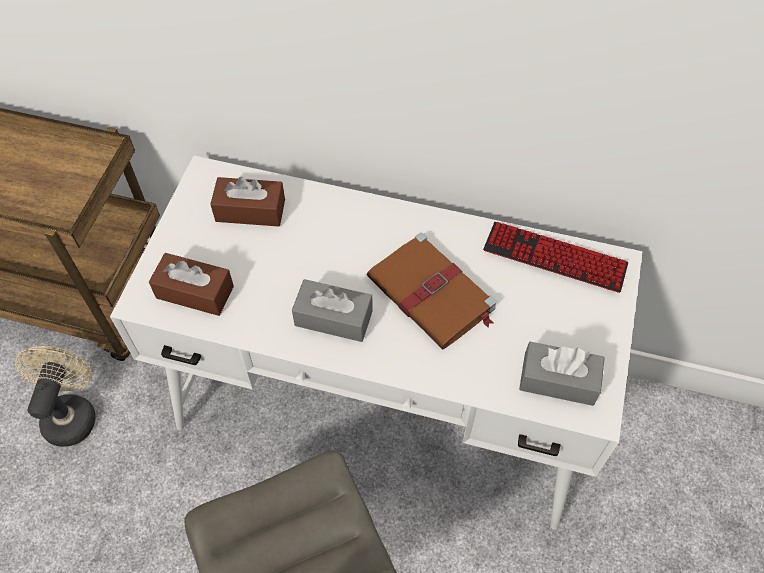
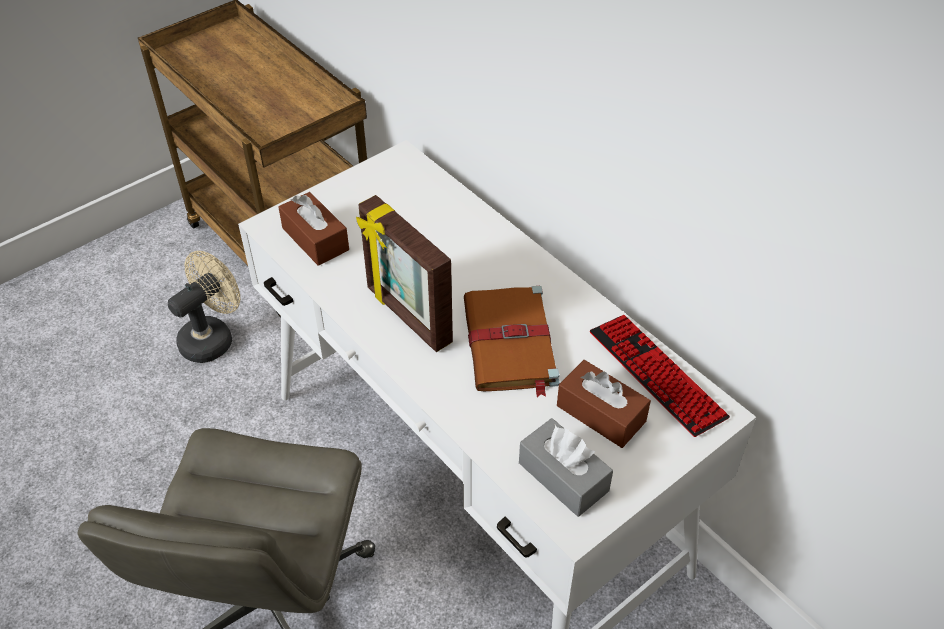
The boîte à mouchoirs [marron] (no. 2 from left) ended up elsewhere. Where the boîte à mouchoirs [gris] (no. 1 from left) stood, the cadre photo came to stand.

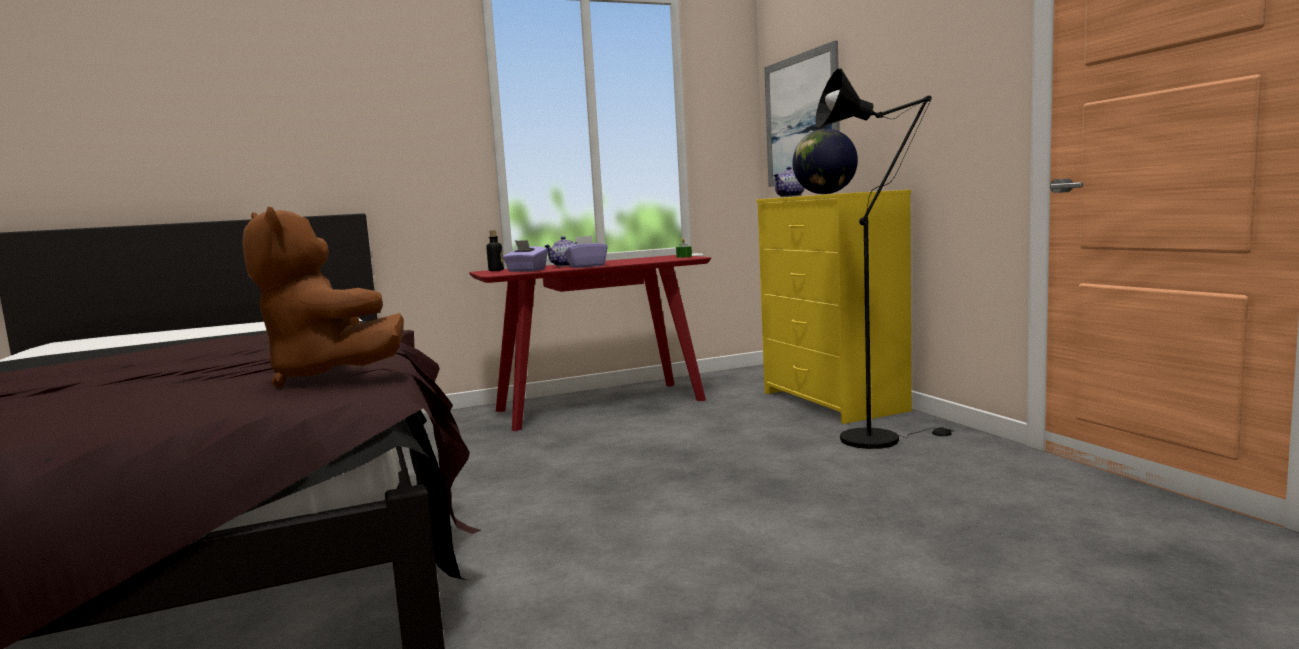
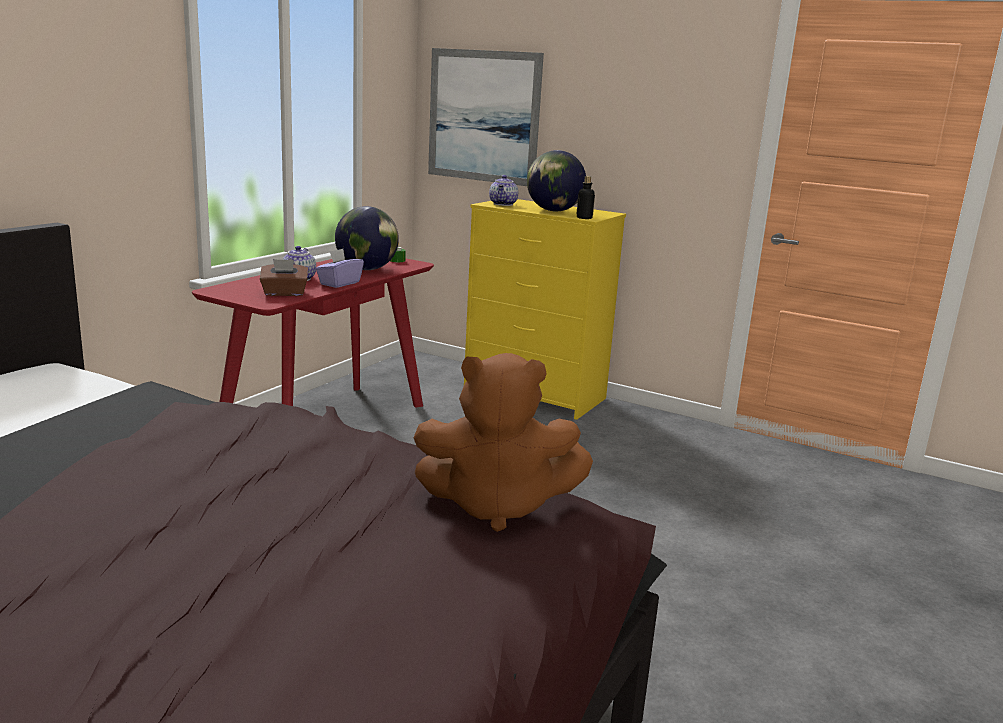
The second view lost the lampadaire [noir]. The bouteille ended up elsewhere. What was the boîte à mouchoirs [violet] (no. 1 from left) turned into the boîte à mouchoirs [marron]. The second view gained the globe (no. 1 from left).

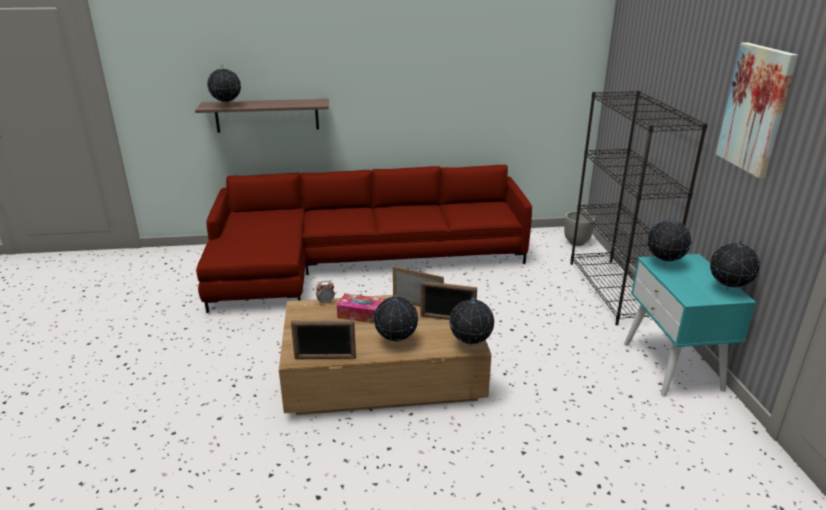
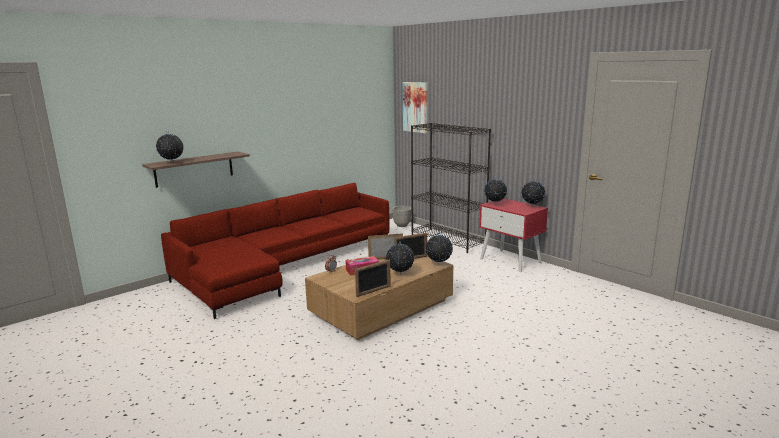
The tableau ended up elsewhere. What was the table de chevet [turquoise] turned into the table de chevet [rouge].

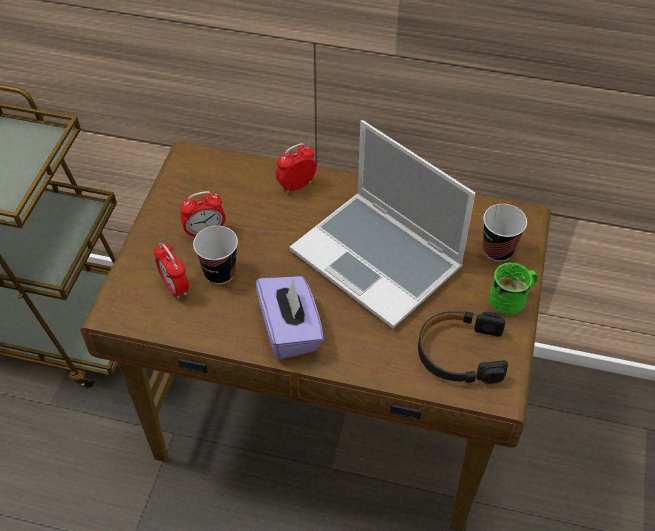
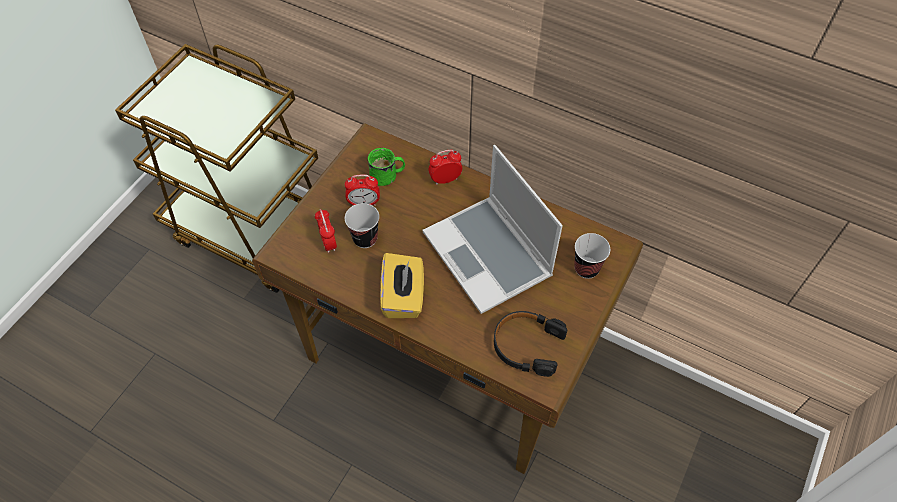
The mug [vert] ended up elsewhere. What was the boîte à mouchoirs [violet] turned into the boîte à mouchoirs [jaune].

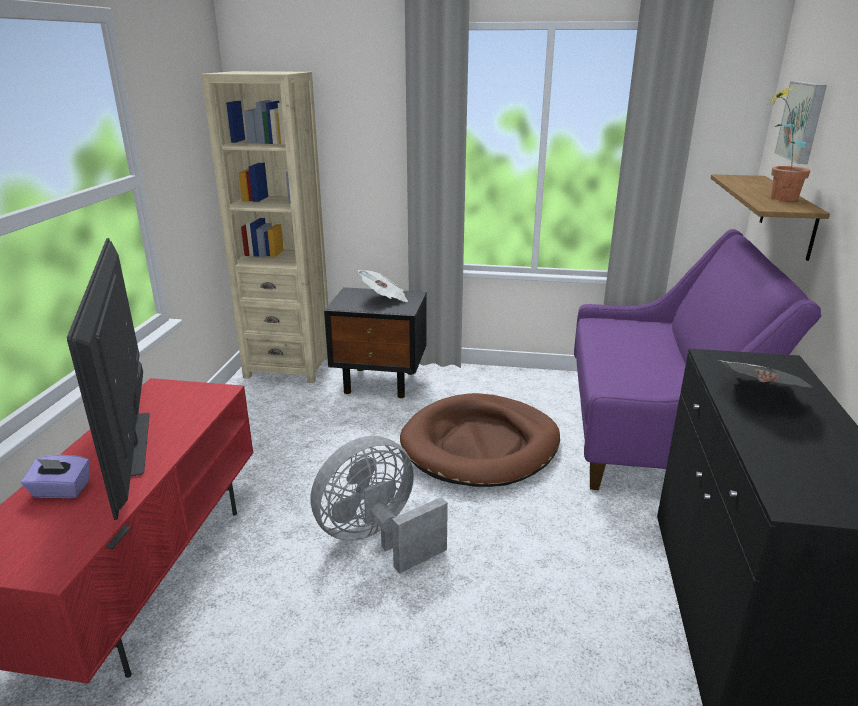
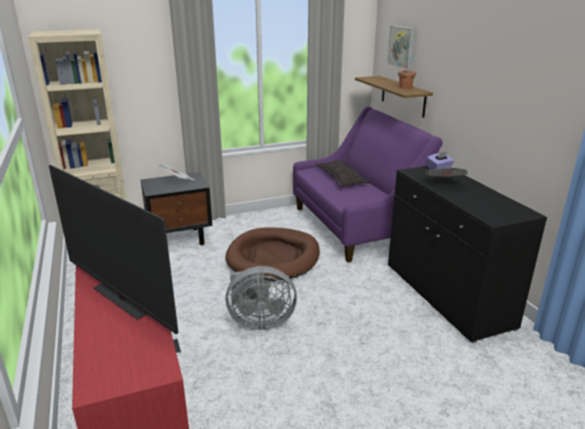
The ventilateur [gris] ended up facing another way, 120 degrees counterclockwise from before. The boîte à mouchoirs [violet] ended up elsewhere. The second view gained the coussin.

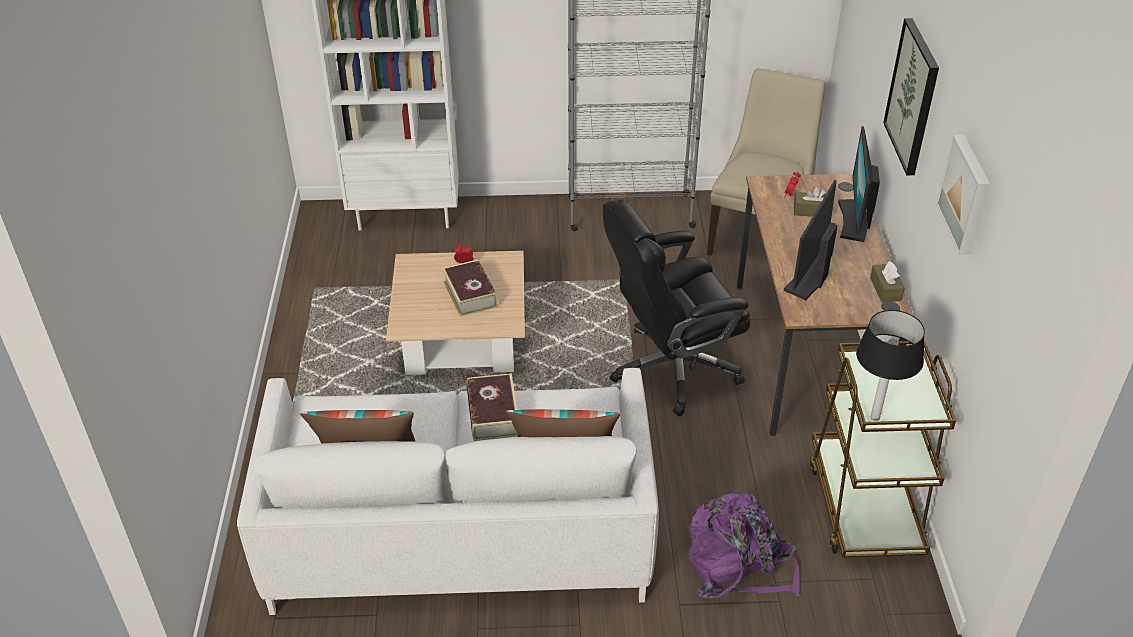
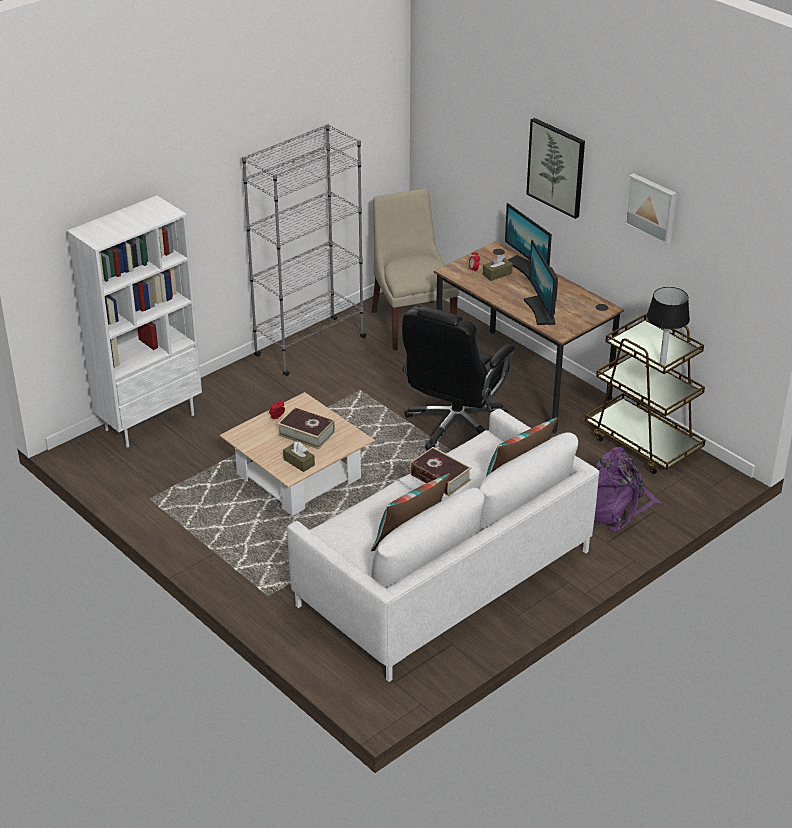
The boîte à mouchoirs [marron] (no. 2 from left in the first image) ended up elsewhere.

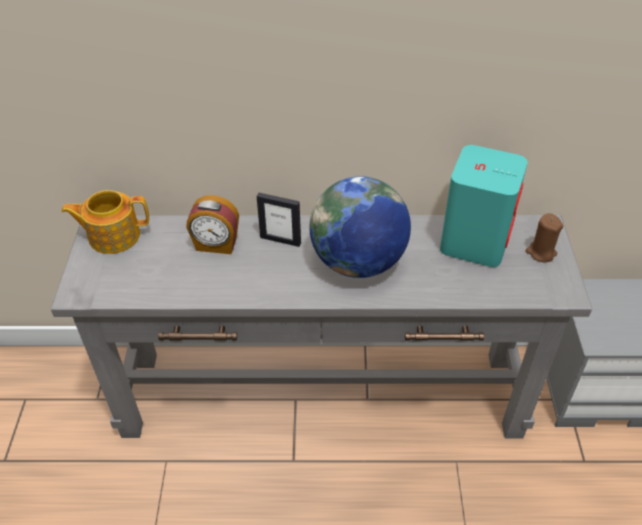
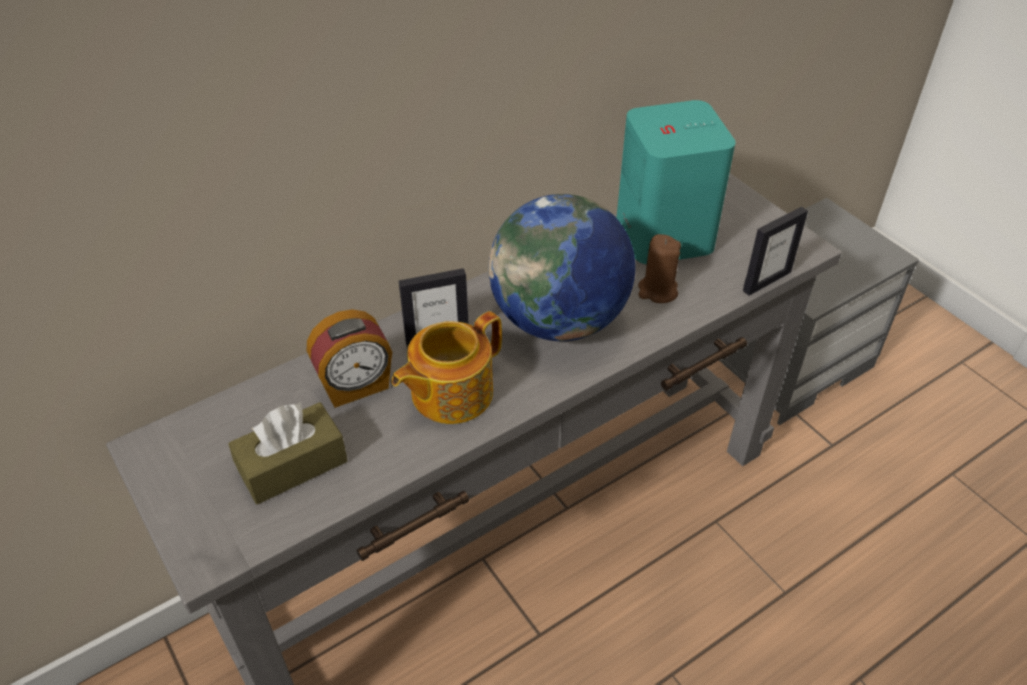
The théière ended up elsewhere. The bougie [marron] ended up elsewhere. The second view gained the cadre photo (no. 2 from left). The second view gained the boîte à mouchoirs [marron].

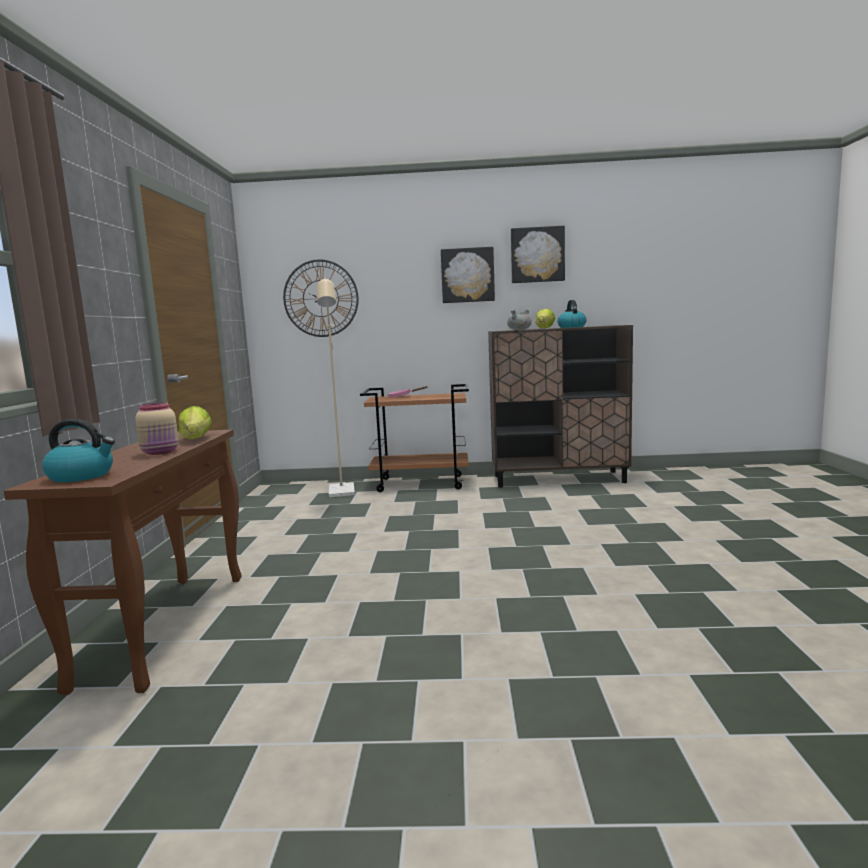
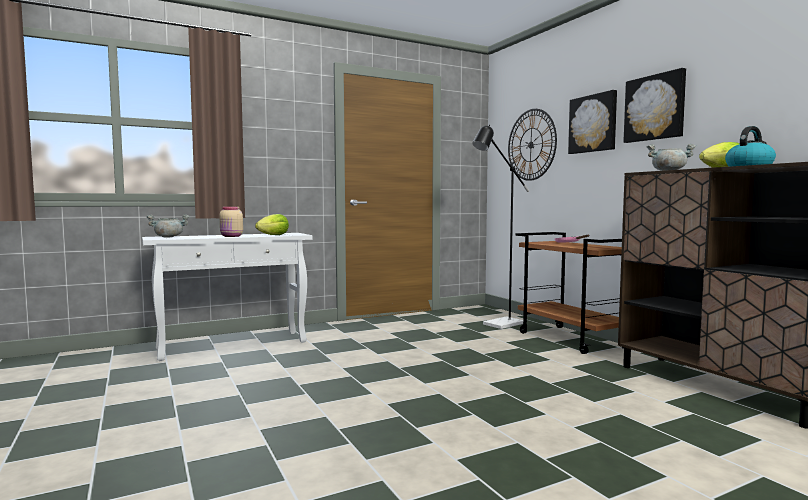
The tableau (no. 2 from left in the first image) ended up elsewhere. What was the lampadaire [beige] turned into the lampadaire [noir]. Where the bouilloire (no. 1 from left) stood, the marmite [gris] (no. 1 from left) came to stand. What was the table console [marron] turned into the table console [blanc].

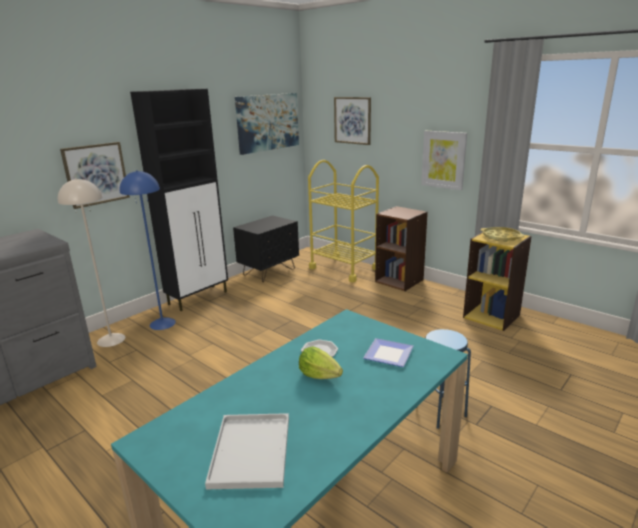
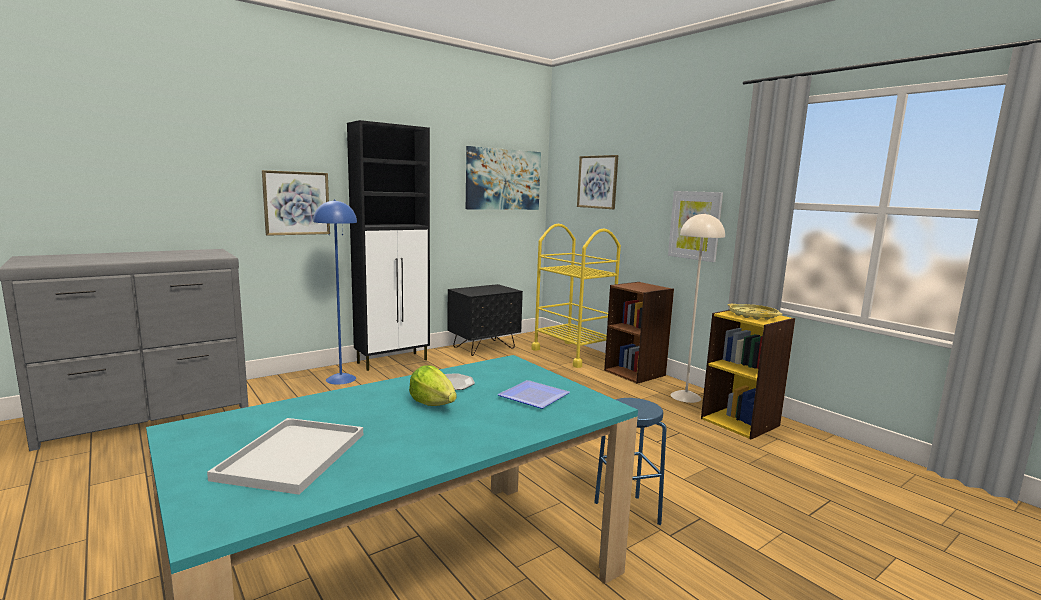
The lampadaire [beige] ended up elsewhere.

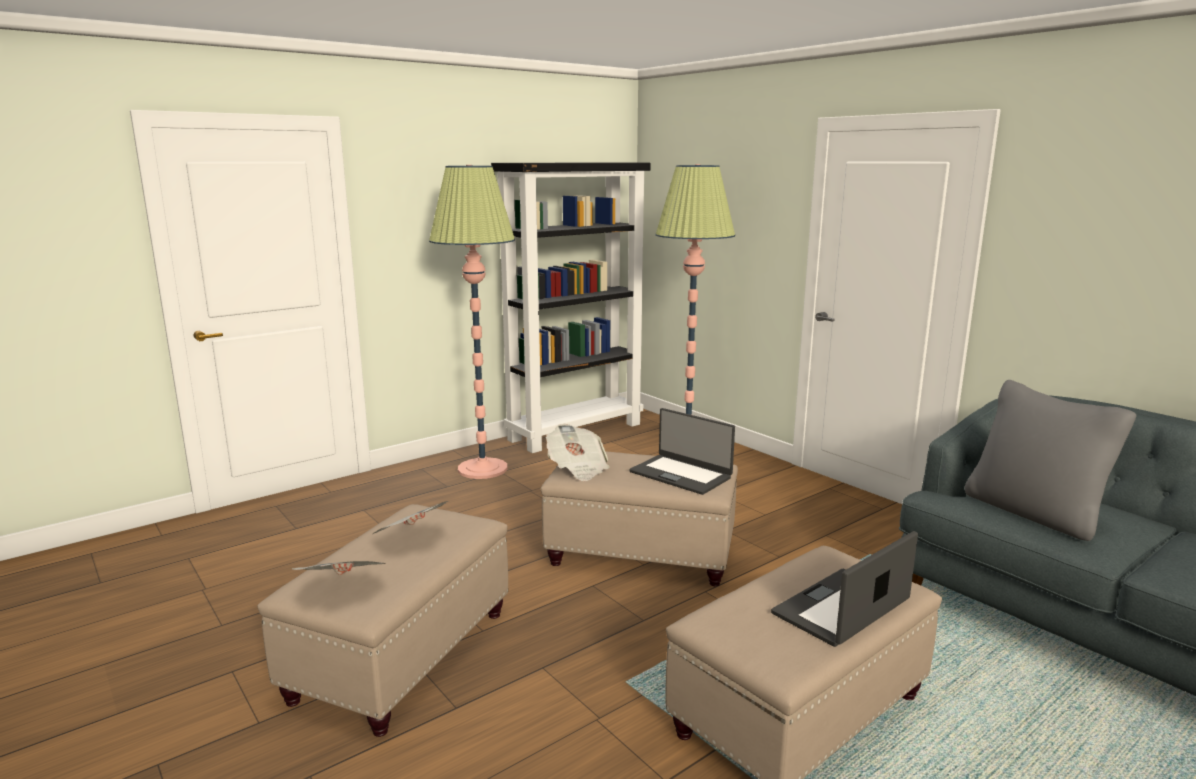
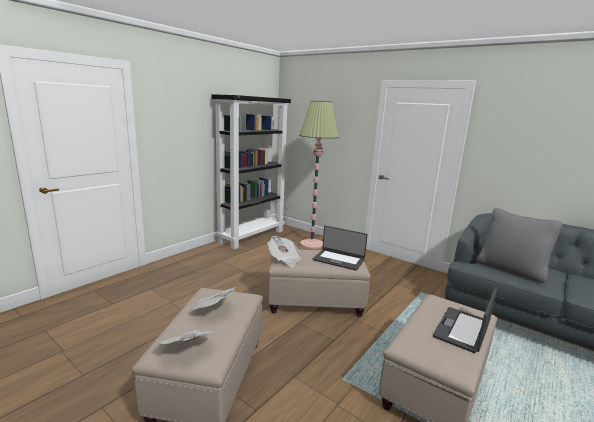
The second view lost the lampadaire (no. 1 from left).

